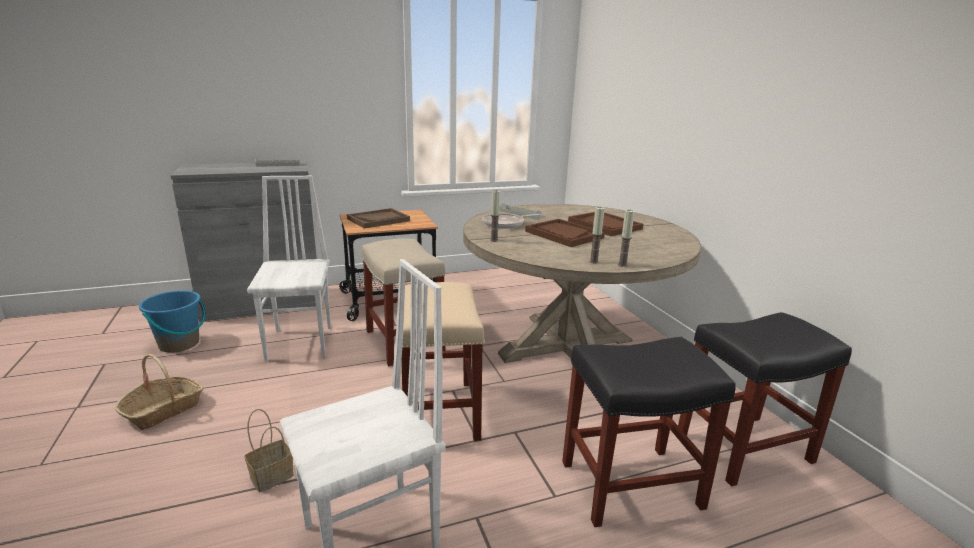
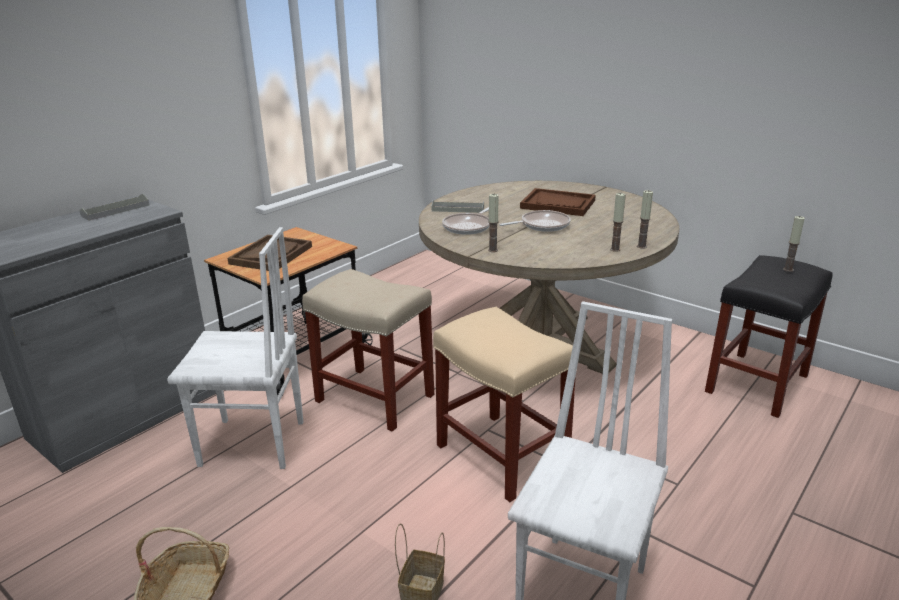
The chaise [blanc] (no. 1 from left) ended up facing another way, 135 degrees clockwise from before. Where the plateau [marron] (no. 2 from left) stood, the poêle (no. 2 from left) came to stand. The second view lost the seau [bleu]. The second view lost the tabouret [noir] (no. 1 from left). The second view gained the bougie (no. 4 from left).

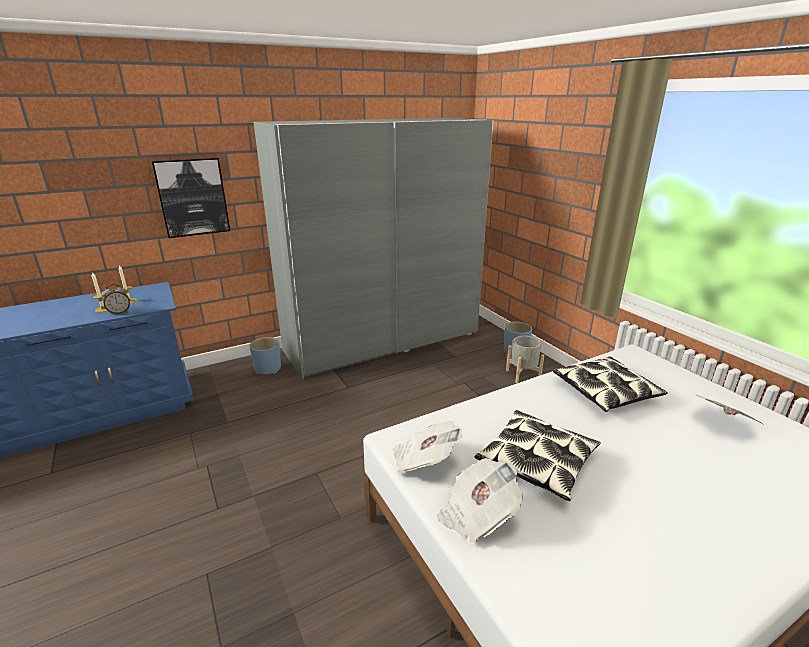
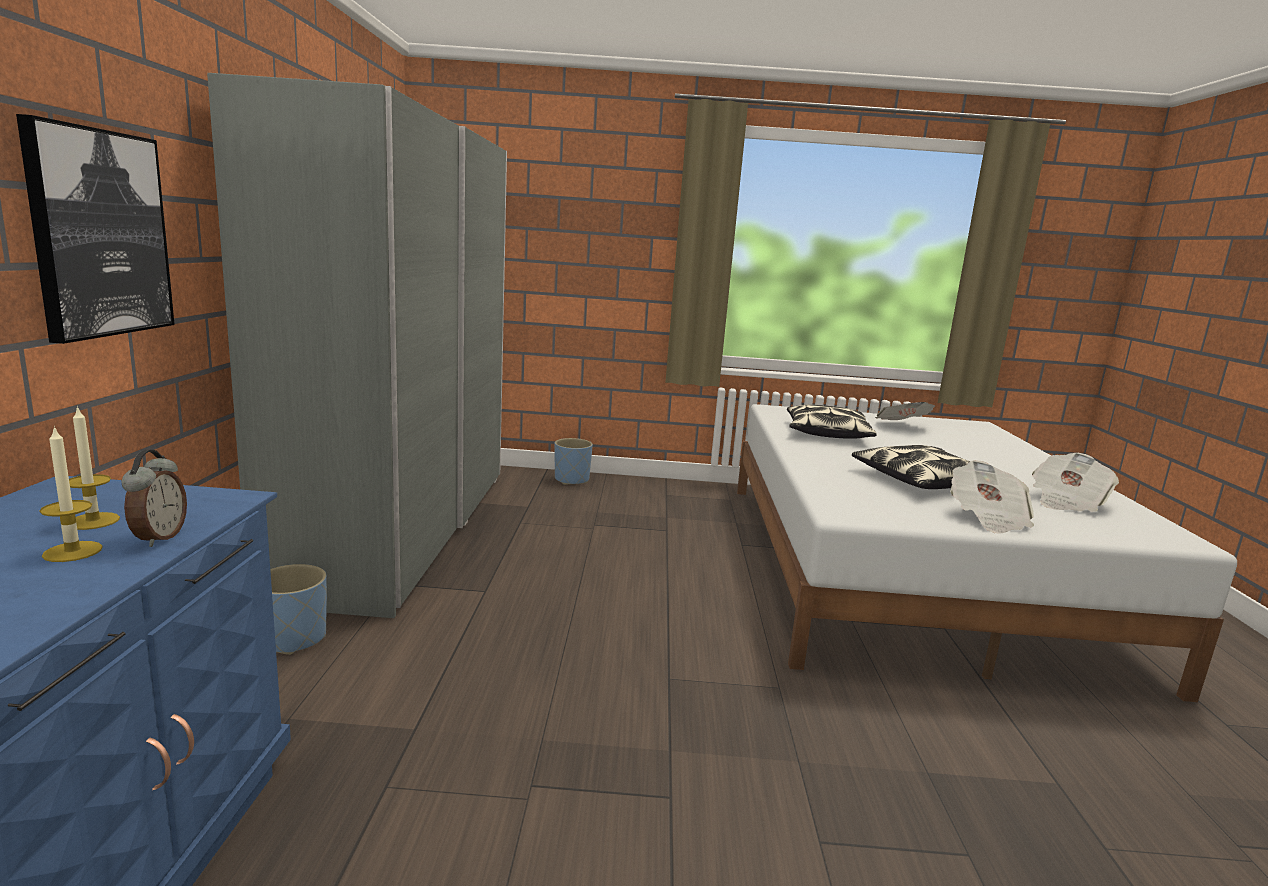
The second view lost the cache-pot [gris]. The journal (no. 1 from left in the first image) ended up elsewhere.

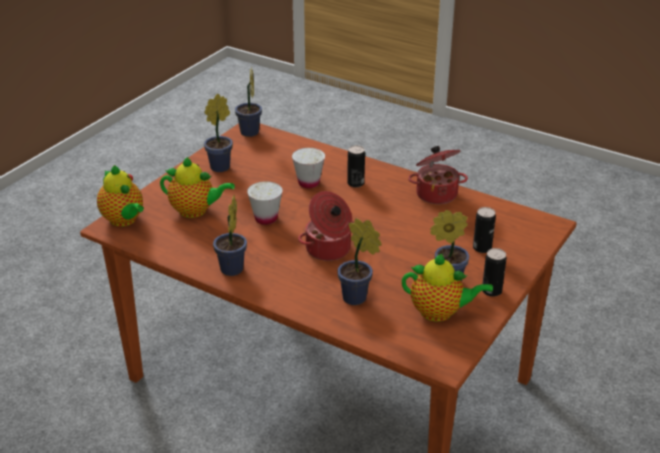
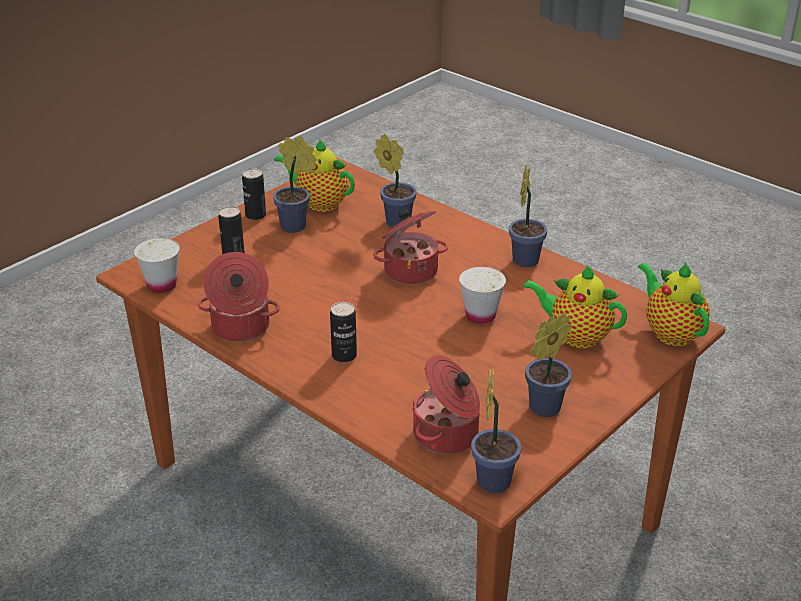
The tasse [blanc] (no. 2 from left in the first image) ended up elsewhere. The second view gained the marmite (no. 3 from left).

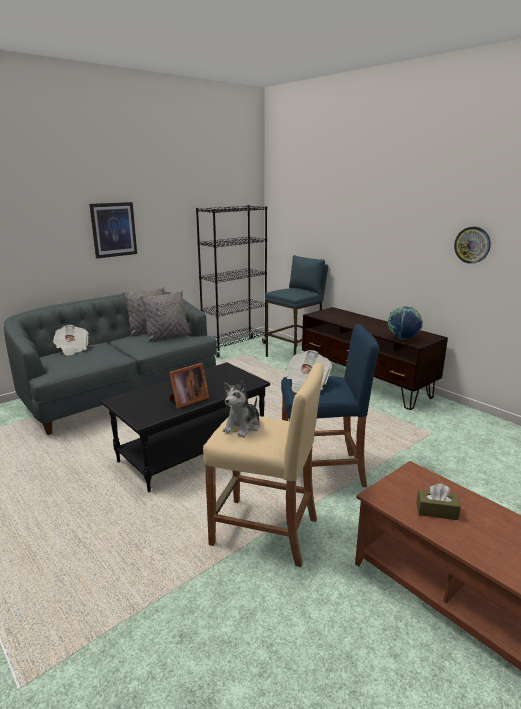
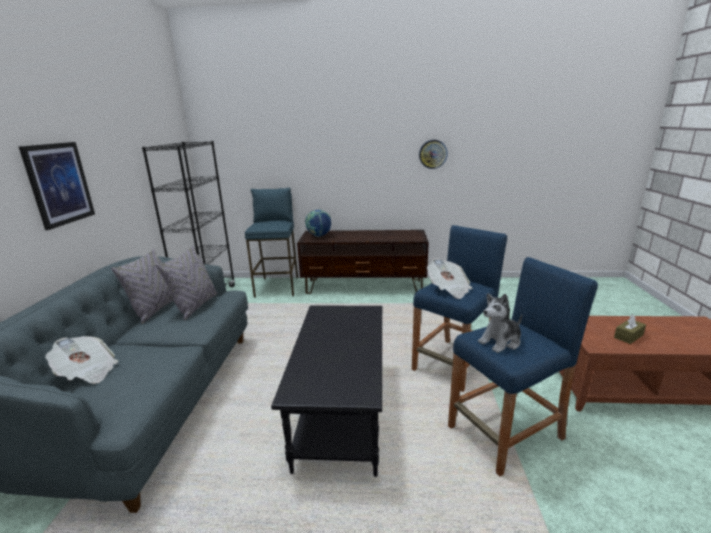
The globe ended up elsewhere. The second view lost the cadre photo. What was the tabouret [beige] turned into the tabouret [bleu] (no. 3 from left). The peluche ended up facing another way, 75 degrees clockwise from before.

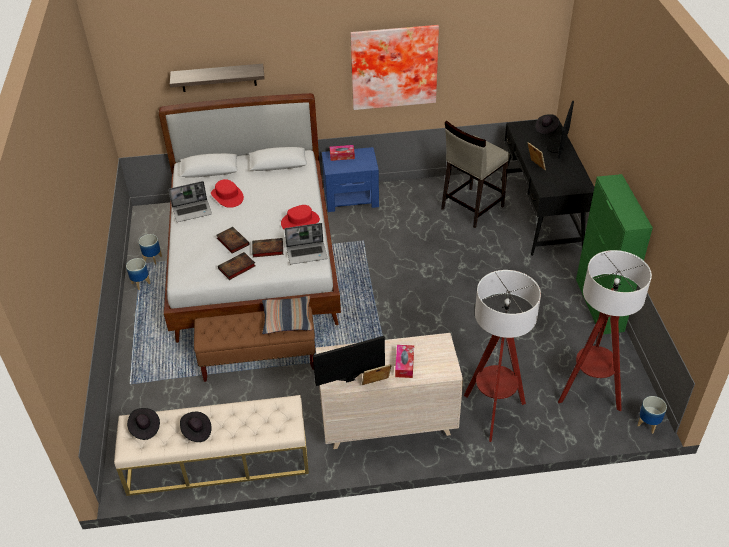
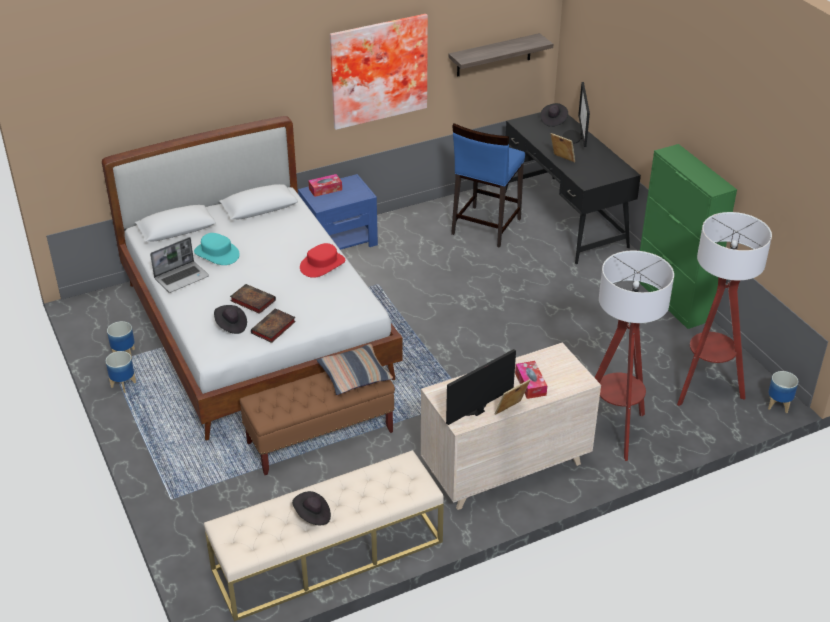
The étagère ended up elsewhere. What was the tabouret [beige] turned into the tabouret [bleu]. What was the chapeau [rouge] (no. 1 from left) turned into the chapeau [turquoise]. The second view lost the ordinateur portable (no. 2 from left). The second view lost the livre (no. 3 from left). The chapeau [noir] (no. 1 from left) ended up elsewhere.

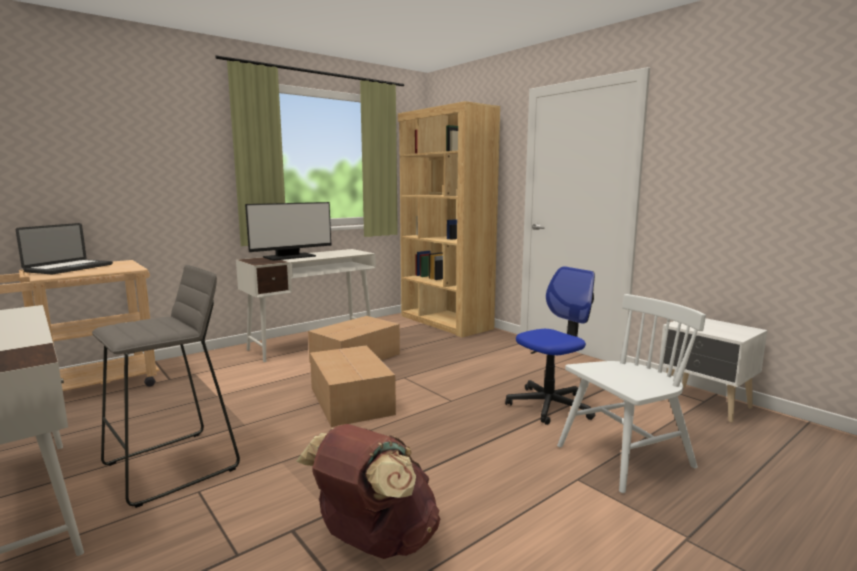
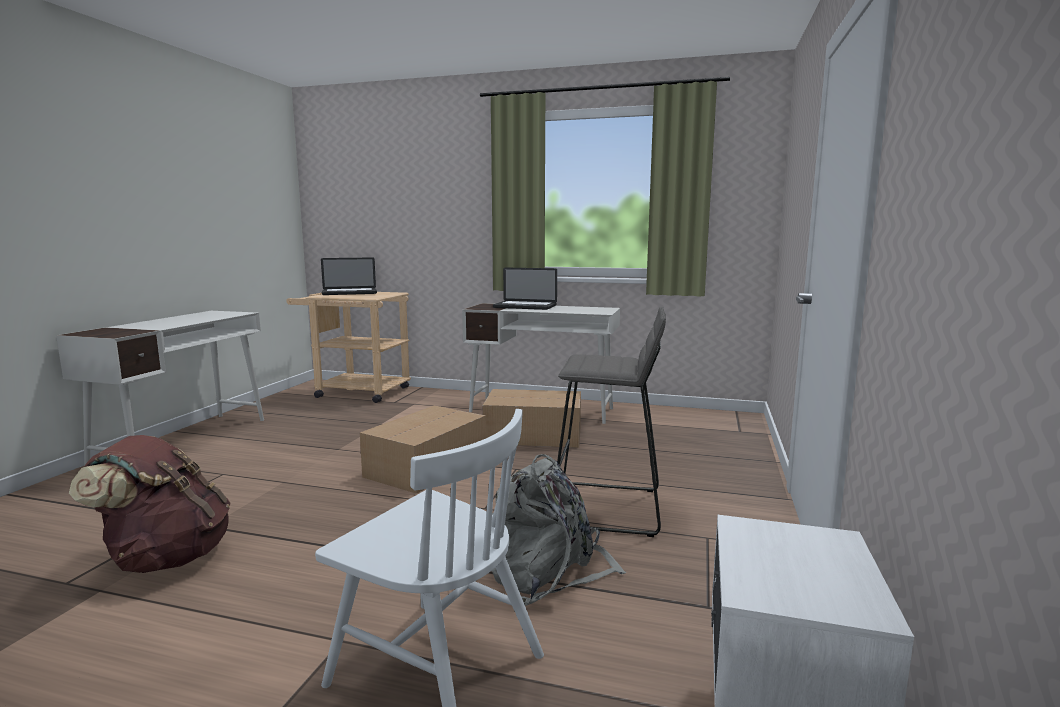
The second view lost the bibliothèque [marron]. Where the écran d'ordinateur stood, the ordinateur portable (no. 2 from left) came to stand. The tabouret [gris] ended up elsewhere. Where the chaise de bureau stood, the sac à dos [gris] came to stand.

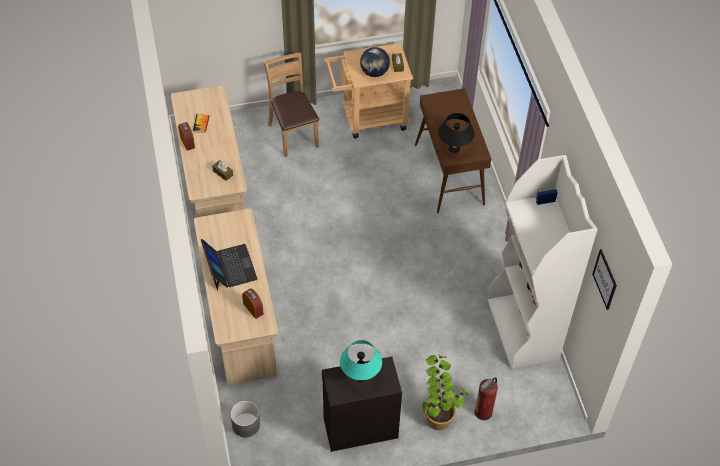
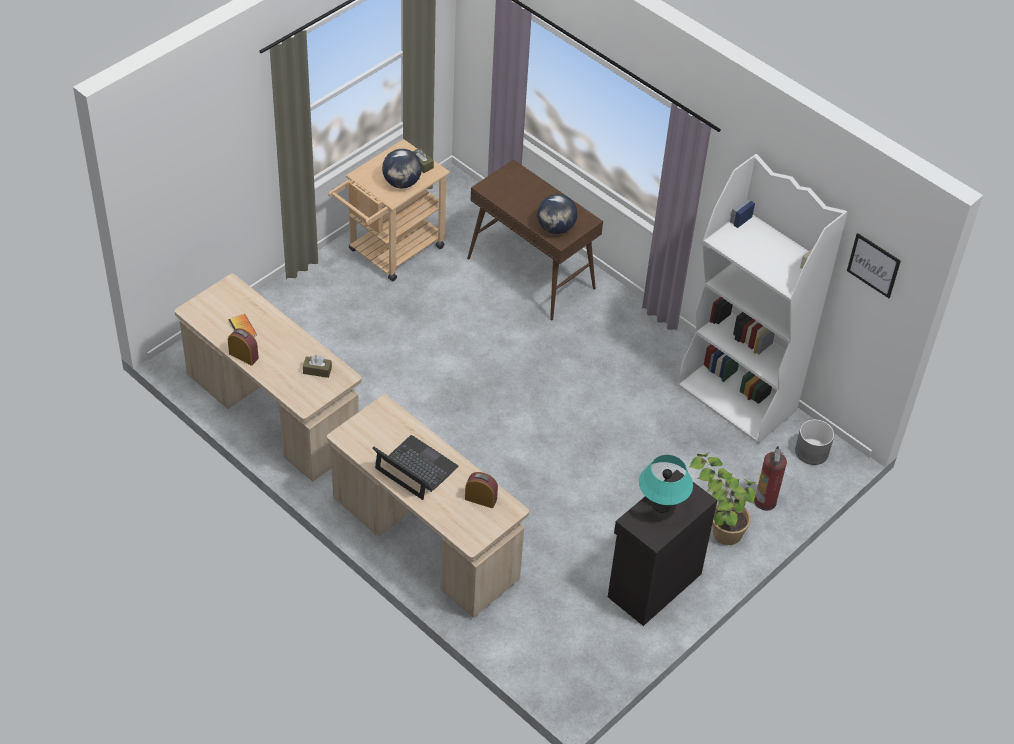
The second view lost the chaise [marron]. Where the lampe de table [noir] stood, the globe (no. 2 from left) came to stand. The cache-pot [gris] ended up elsewhere.

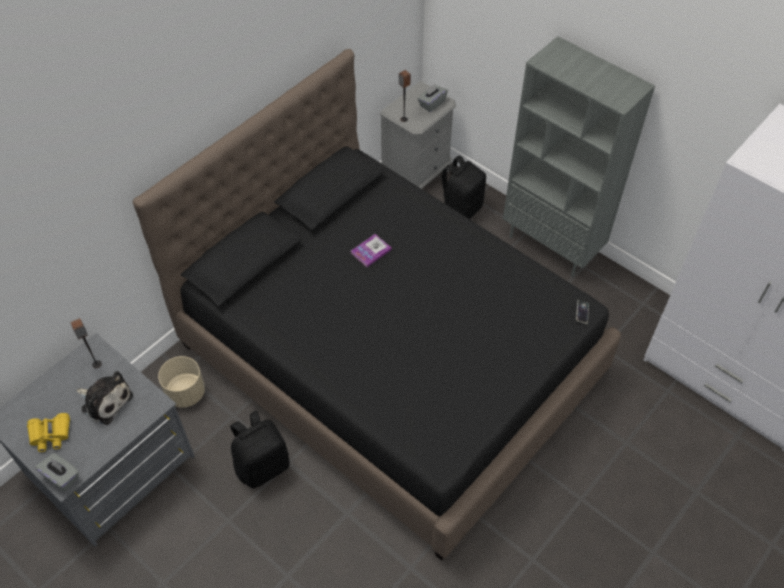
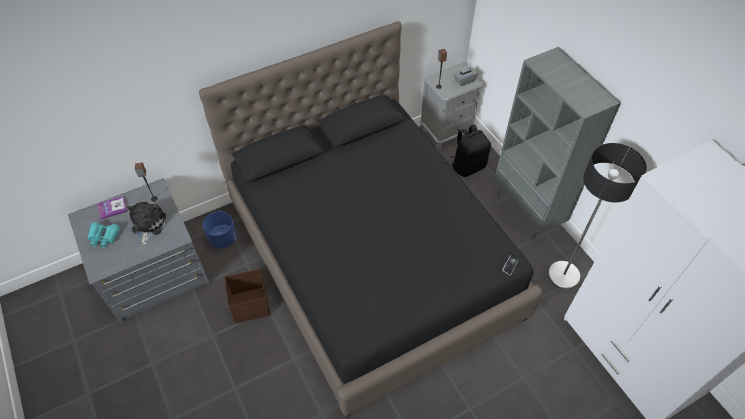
The livre ended up elsewhere. What was the cache-pot [beige] turned into the cache-pot [bleu]. The peluche ended up facing another way, 135 degrees counterclockwise from before. Where the sac à dos [noir] (no. 1 from left) stood, the boîte de rangement [marron] came to stand. What was the jumelles [jaune] turned into the jumelles [turquoise]. The second view lost the boîte à mouchoirs [gris] (no. 1 from left). The second view gained the lampadaire.

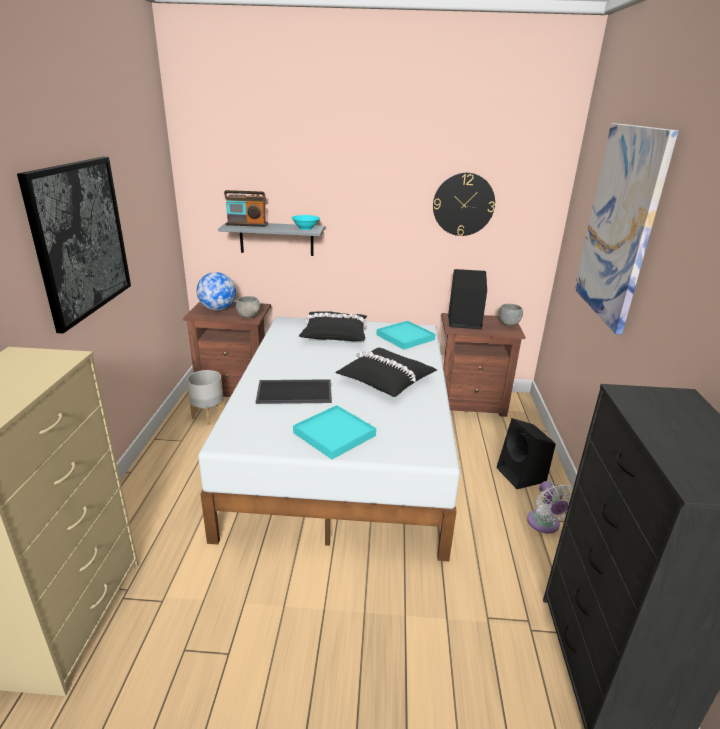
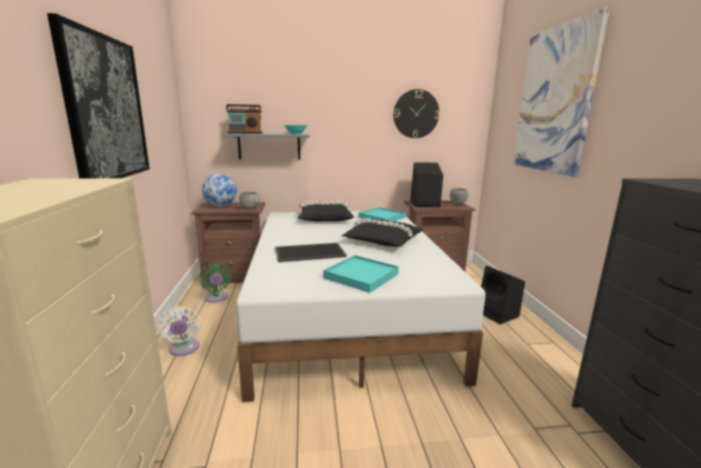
Where the cache-pot [gris] stood, the ventilateur [vert] came to stand. The ventilateur [blanc] ended up elsewhere.

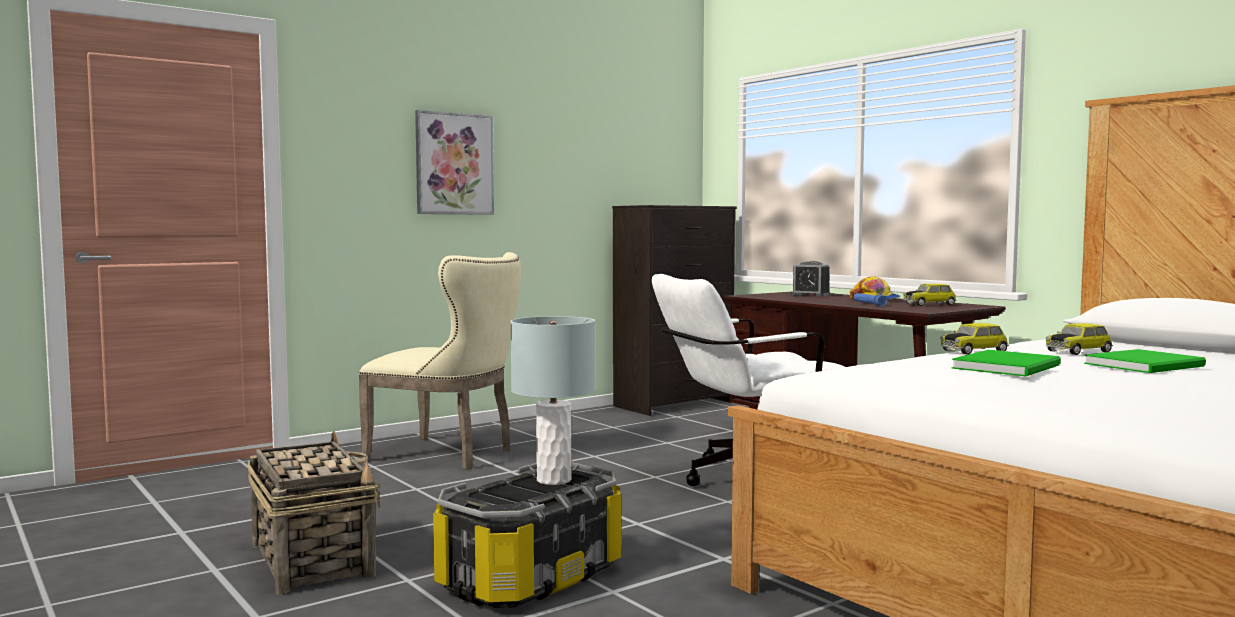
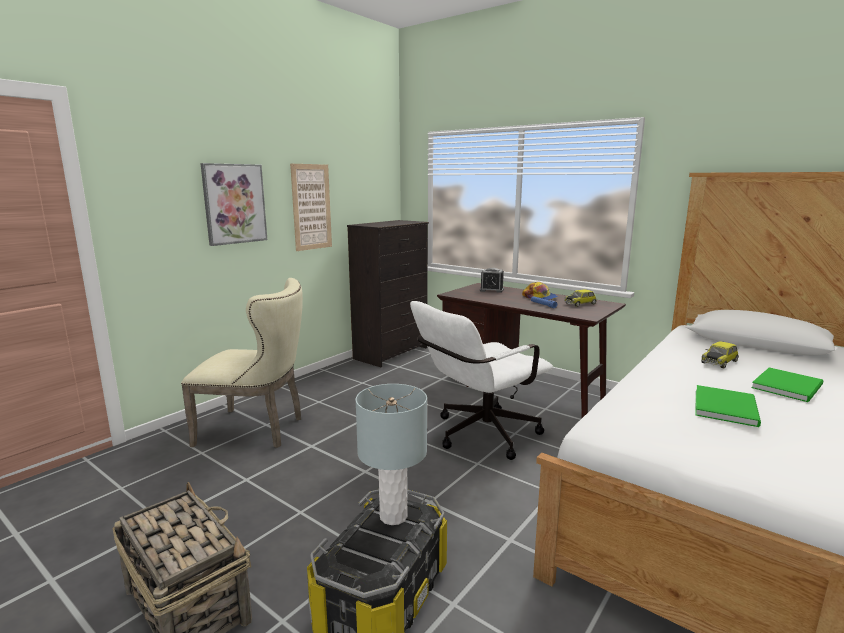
The second view lost the petite voiture (no. 2 from left). The second view gained the tableau (no. 2 from left).

